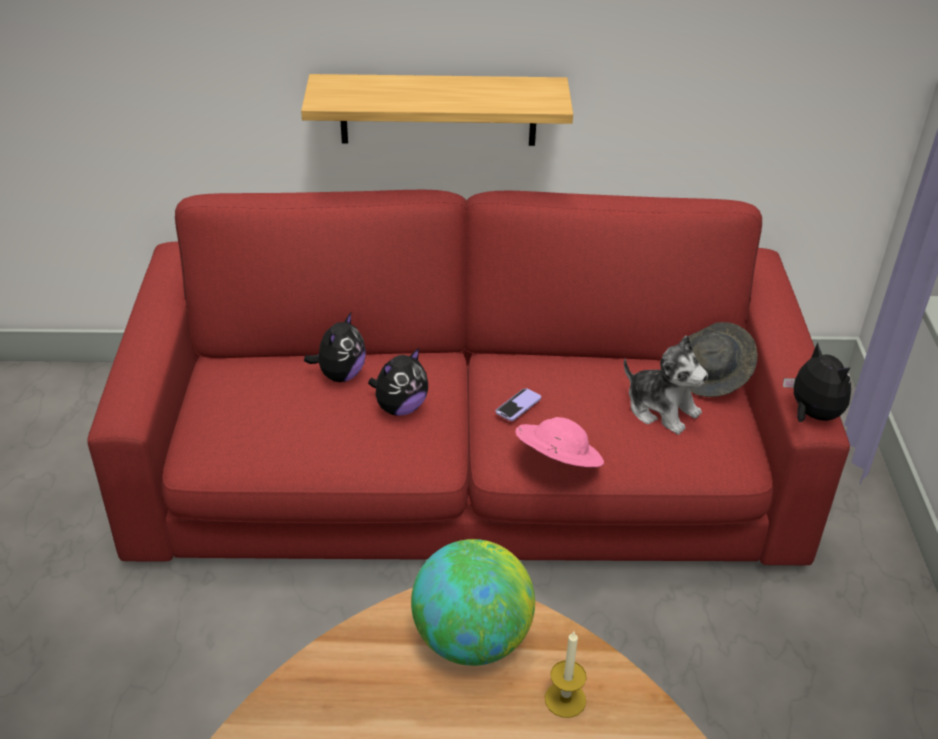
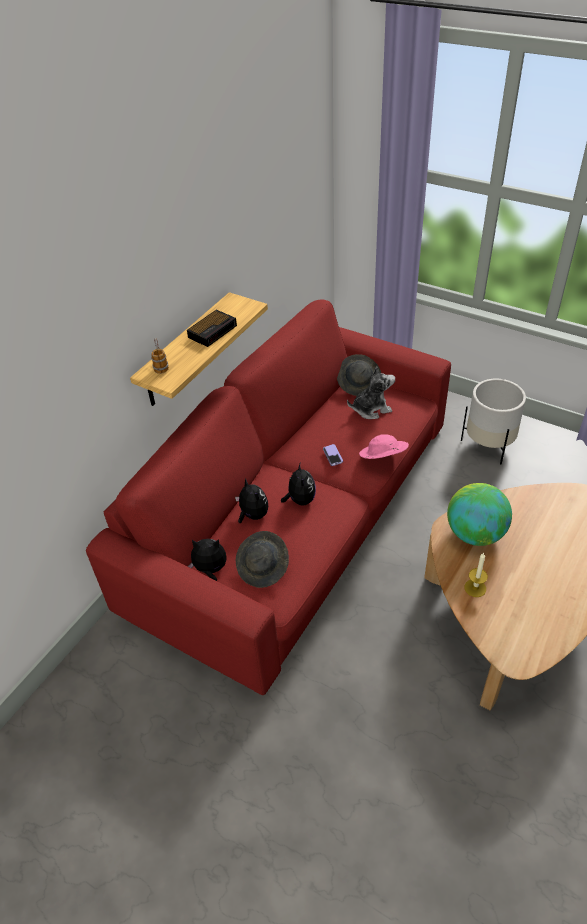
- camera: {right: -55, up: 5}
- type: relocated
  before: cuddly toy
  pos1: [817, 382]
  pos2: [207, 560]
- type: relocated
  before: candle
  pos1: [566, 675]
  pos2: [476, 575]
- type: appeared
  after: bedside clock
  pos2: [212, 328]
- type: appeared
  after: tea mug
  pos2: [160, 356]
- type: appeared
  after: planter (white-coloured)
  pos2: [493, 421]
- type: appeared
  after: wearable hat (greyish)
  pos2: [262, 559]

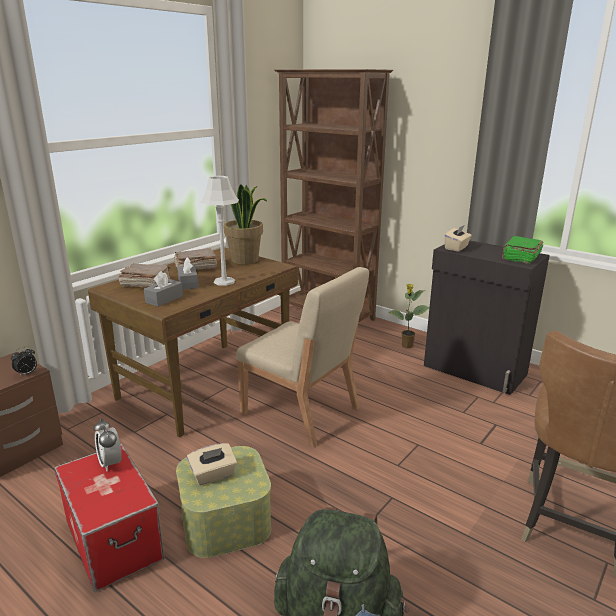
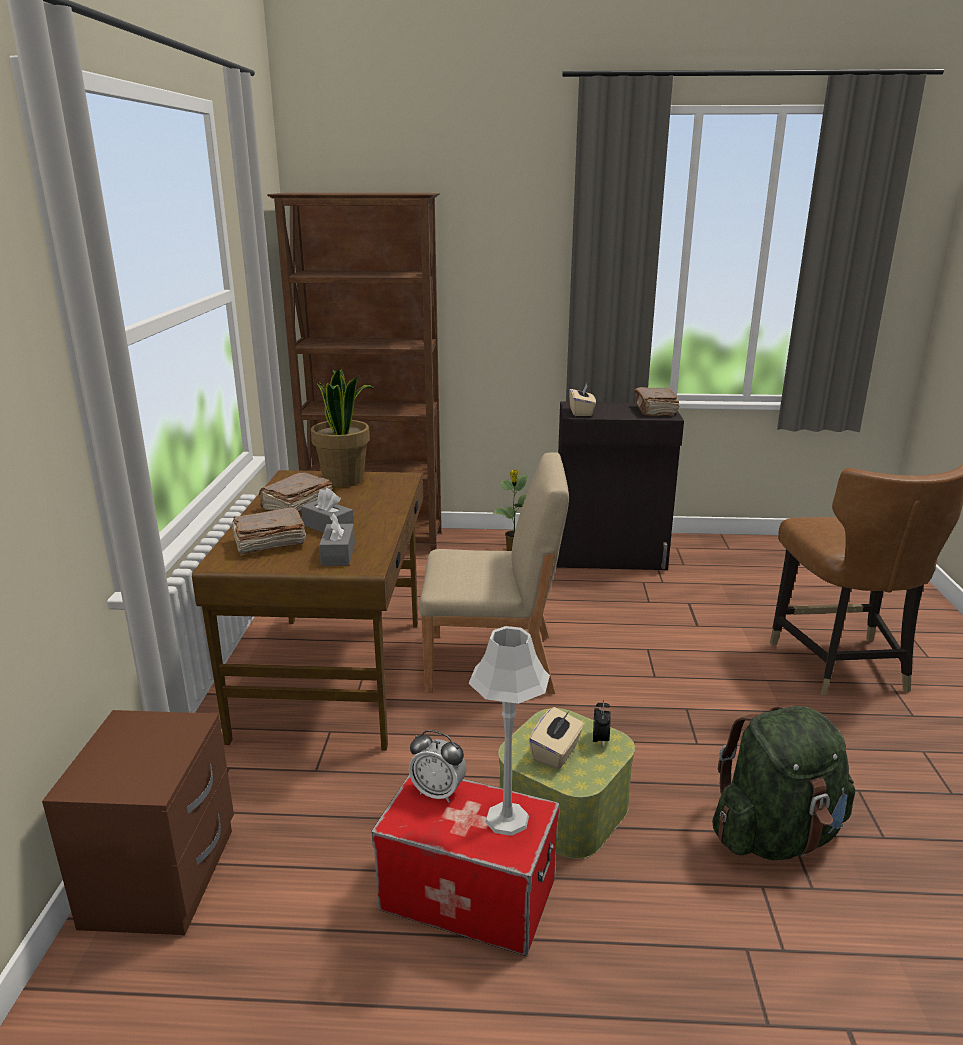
- camera: {right: -35, up: 0}
- type: relocated
  before: table lamp (greyish)
  pos1: [219, 231]
  pos2: [509, 731]
- type: colour
  before: volume (green-coloured)
  after: volume (brownish)
  pos1: [523, 250]
  pos2: [657, 401]
- type: relocated
  before: bedside clock
  pos1: [24, 361]
  pos2: [602, 723]

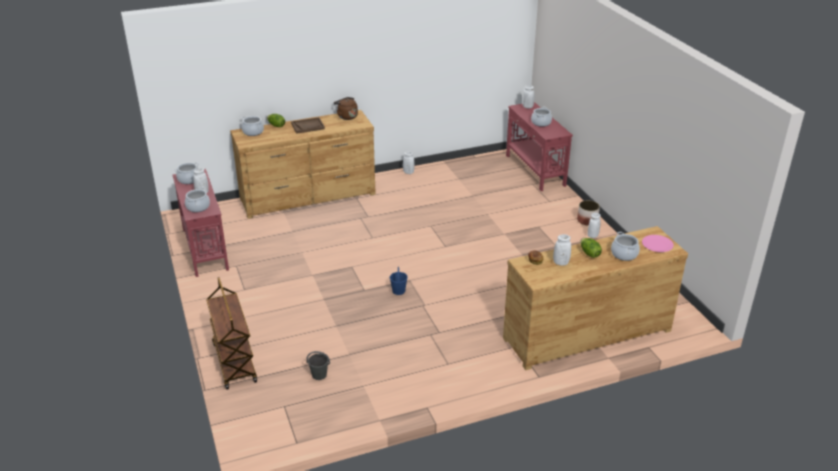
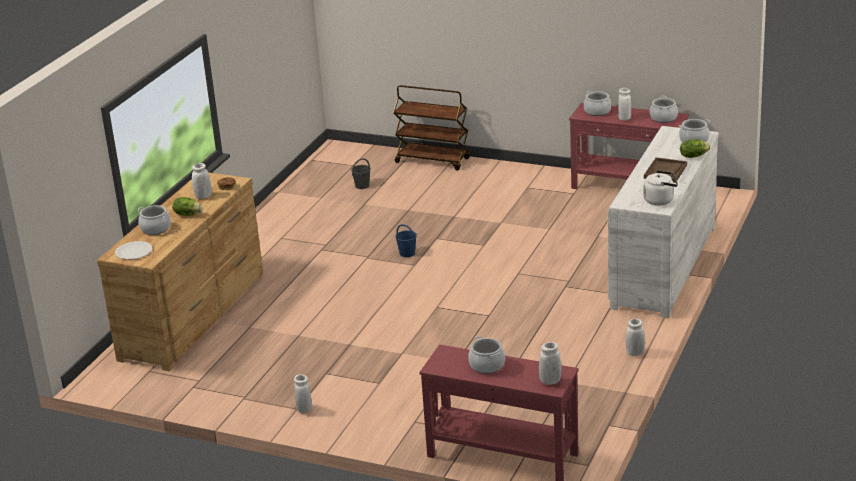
- camera: {right: 135, up: -5}
- type: colour
  before: water kettle (brownish)
  after: water kettle (white-coloured)
  pos1: [346, 108]
  pos2: [661, 187]
- type: colour
  before: dresser (brownish)
  after: dresser (white-coloured)
  pos1: [303, 164]
  pos2: [663, 222]
- type: missing
  before: planter
  pos1: [588, 213]
- type: colour
  before: dinner plate (pinkish)
  after: dinner plate (white-coloured)
  pos1: [657, 243]
  pos2: [133, 250]

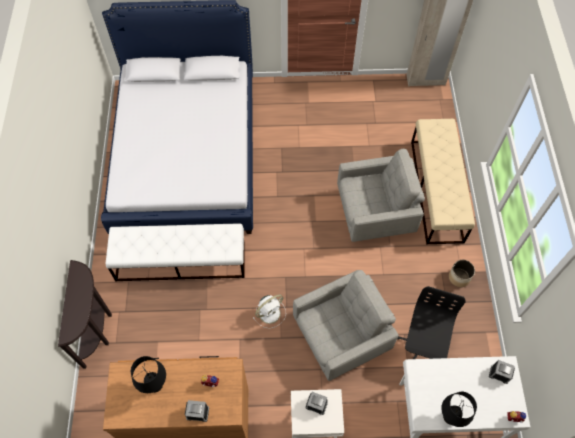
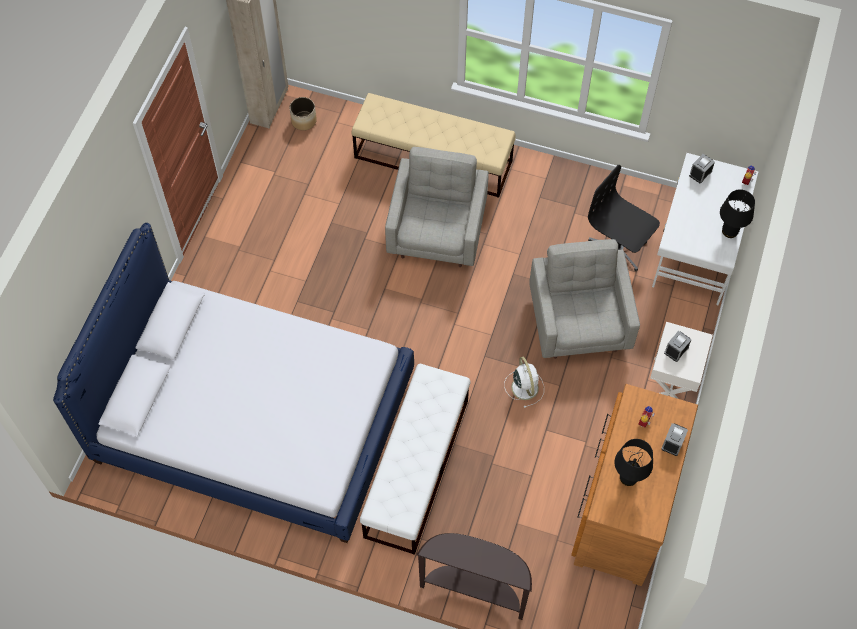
- camera: {right: -70, up: 0}
- type: relocated
  before: planter
  pos1: [462, 273]
  pos2: [303, 114]

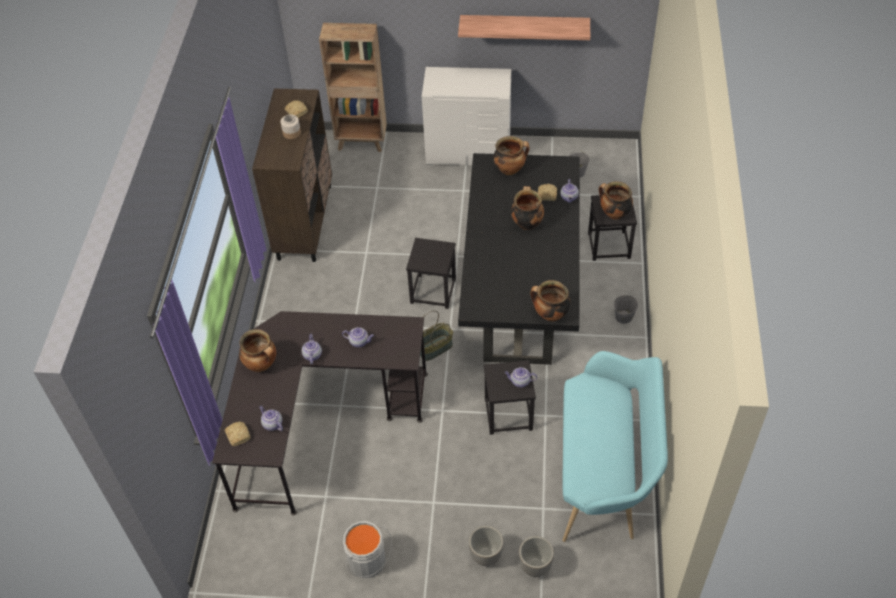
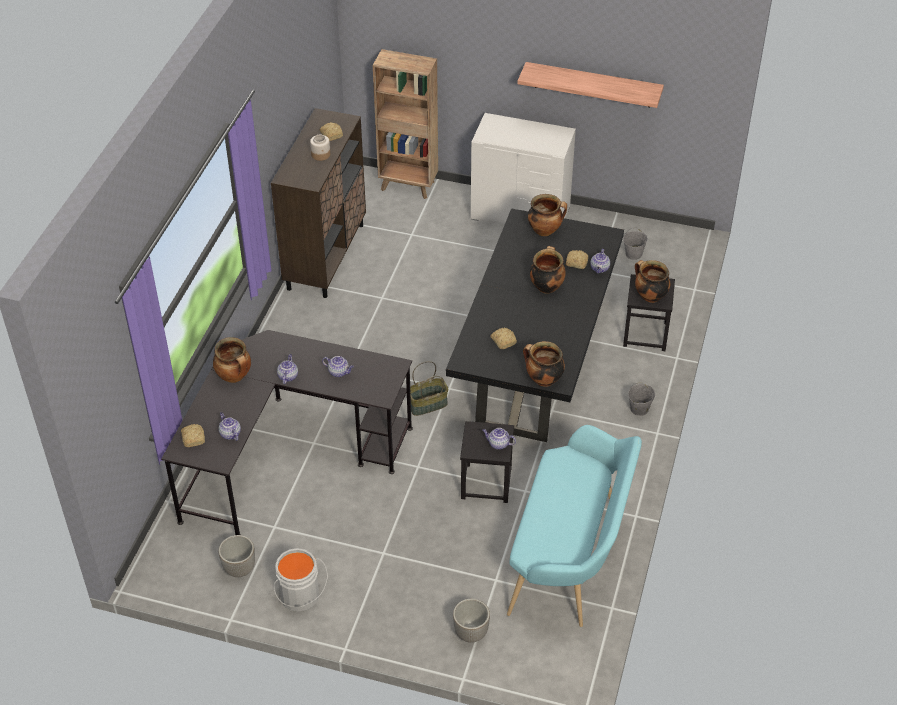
- camera: {right: 10, up: -5}
- type: missing
  before: stool seat (black)
  pos1: [431, 273]
- type: relocated
  before: planter
  pos1: [486, 546]
  pos2: [236, 556]
- type: appeared
  after: baked bread
  pos2: [503, 338]

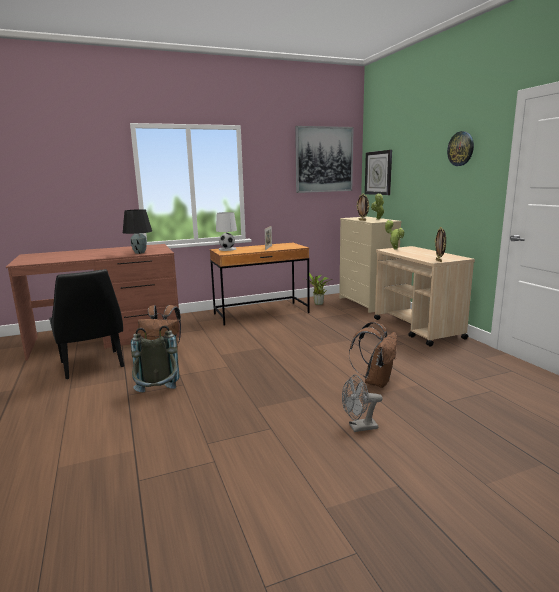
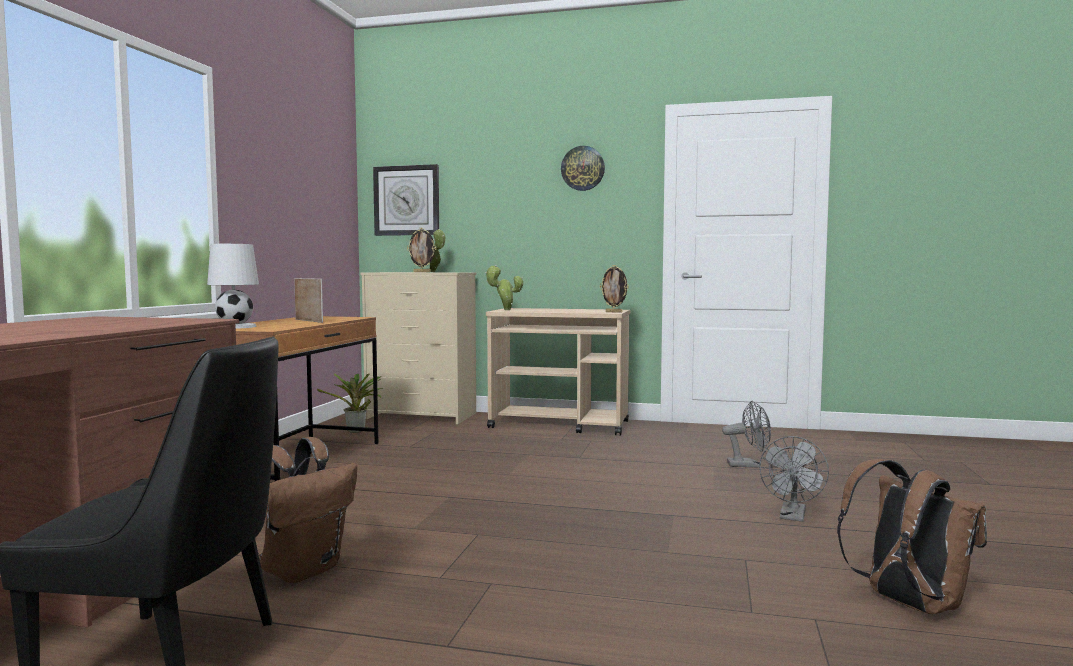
- camera: {right: -55, up: -10}
- type: missing
  before: wall picture
  pos1: [324, 159]
- type: missing
  before: table lamp (black)
  pos1: [137, 231]
- type: relocated
  before: backpack (brownish)
  pos1: [373, 354]
  pos2: [912, 536]
- type: missing
  before: backpack (greyish)
  pos1: [155, 359]
- type: appeared
  after: cooling fan (greyish)
  pos2: [746, 434]

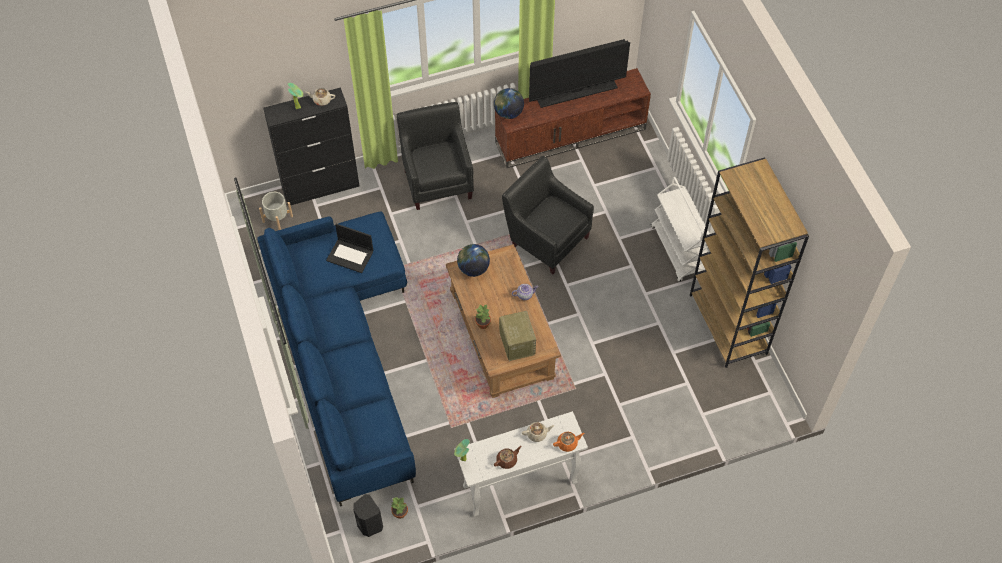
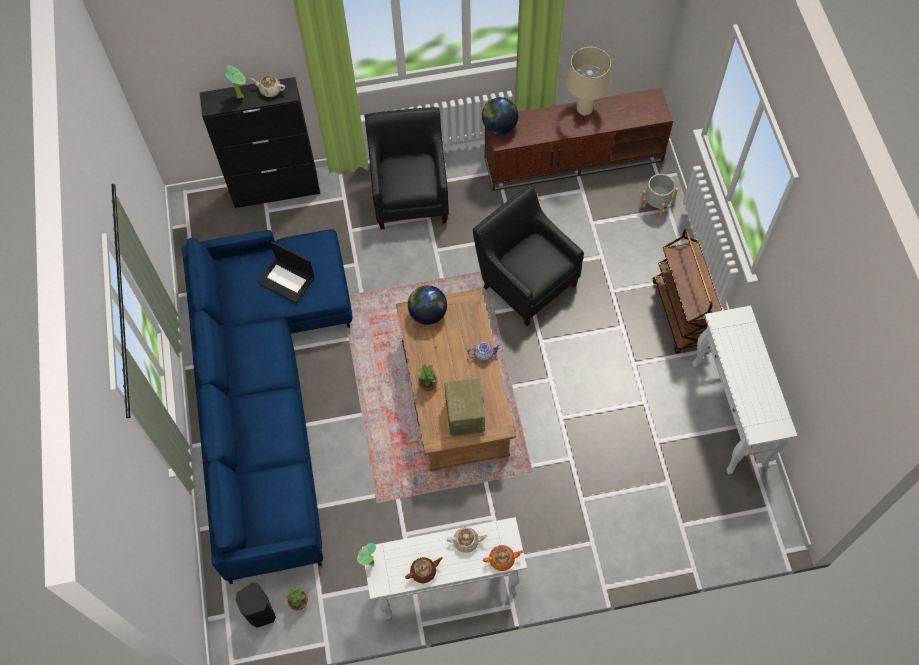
- camera: {right: 10, up: 5}
- type: exchanged
  before: TV
  after: table lamp (beige-coloured)
  pos1: [579, 73]
  pos2: [588, 81]
- type: exchanged
  before: bookcase (brownish)
  after: console table (white-coloured)
  pos1: [749, 262]
  pos2: [744, 390]
- type: colour
  before: trolley (white-coloured)
  after: trolley (brownish)
  pos1: [680, 229]
  pos2: [688, 291]
- type: relocated
  before: planter (greyish)
  pos1: [276, 211]
  pos2: [658, 197]

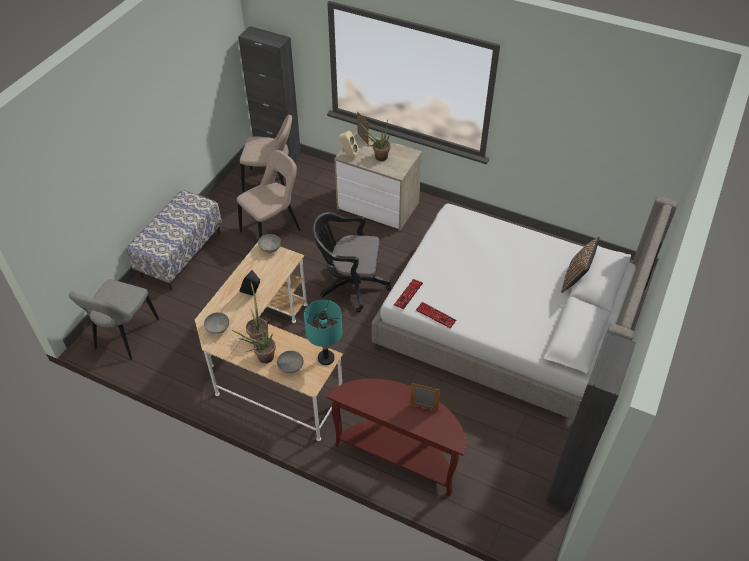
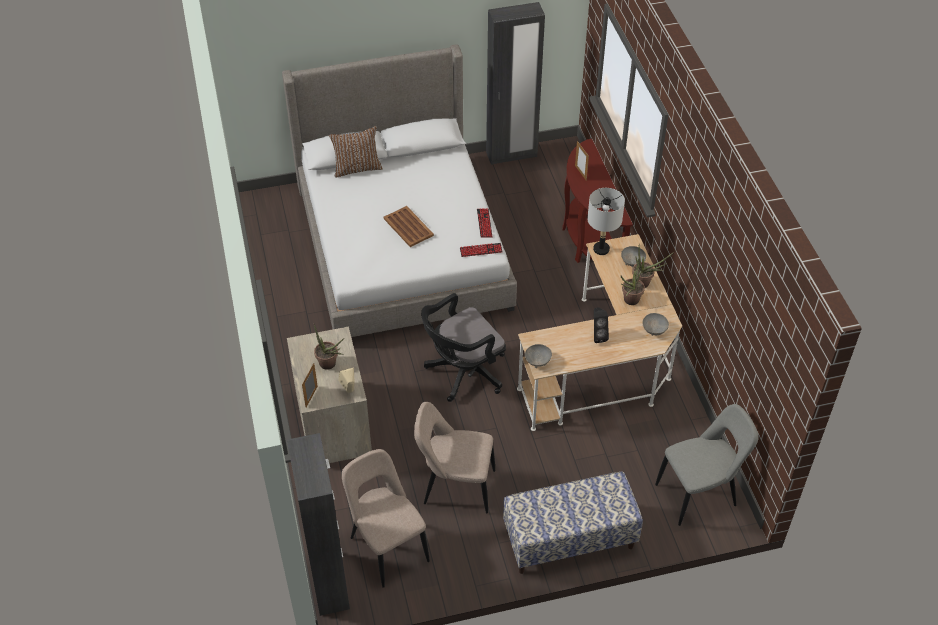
- camera: {right: -130, up: 0}
- type: spun
  before: office chair (black)
  pos1: [351, 261]
  pos2: [463, 347]
  turn: 90
- type: colour
  before: table lamp (blue-green)
  after: table lamp (greyish)
  pos1: [323, 332]
  pos2: [606, 221]
- type: appeared
  after: carrying tray (brownish)
  pos2: [409, 226]

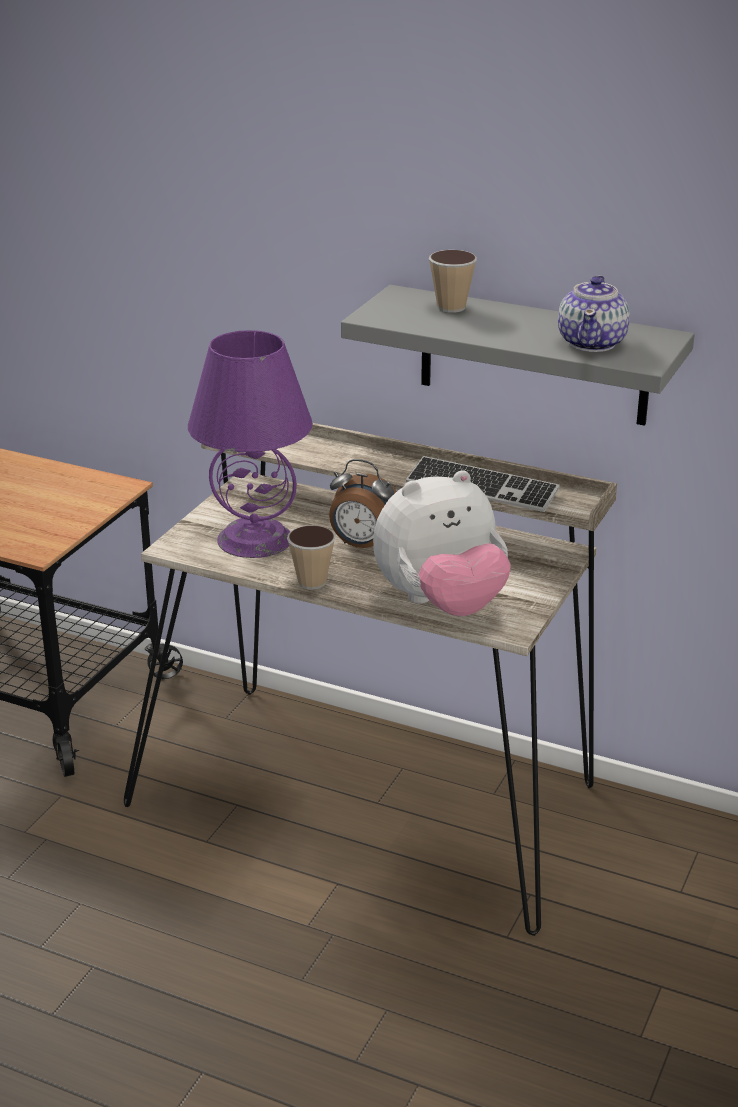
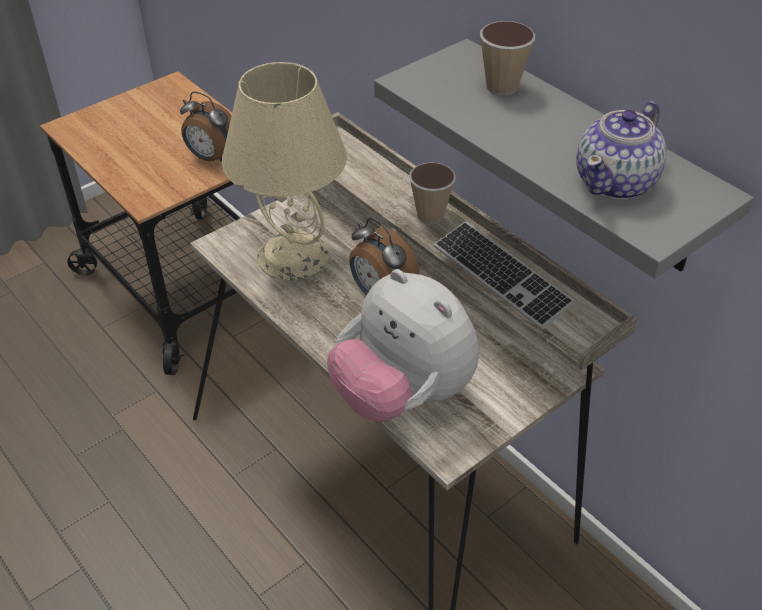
- camera: {right: 25, up: 15}
- type: colour
  before: table lamp (purplish)
  after: table lamp (beige-coloured)
  pos1: [250, 444]
  pos2: [284, 171]
- type: spun
  before: cuddly toy
  pos1: [441, 543]
  pos2: [403, 345]
  turn: 45
- type: relocated
  before: cup
  pos1: [311, 557]
  pos2: [432, 193]
- type: appeared
  after: bedside clock
  pos2: [206, 126]

